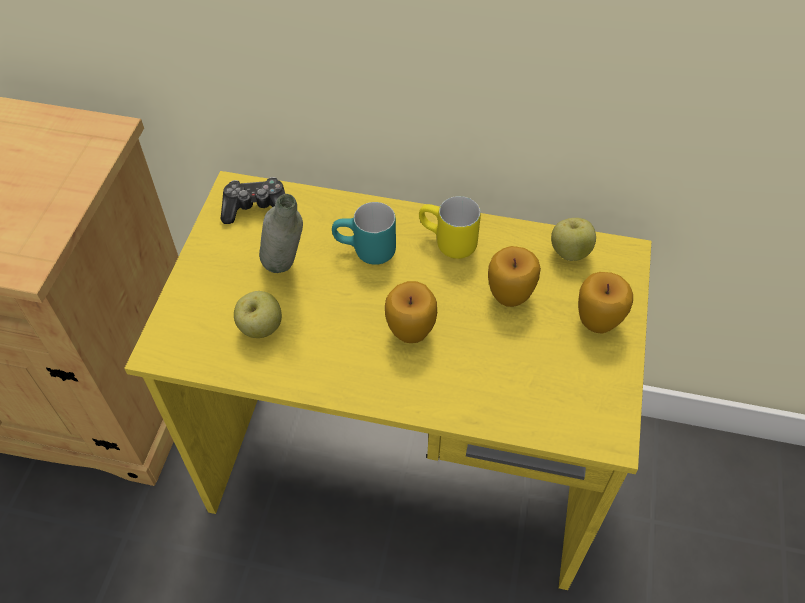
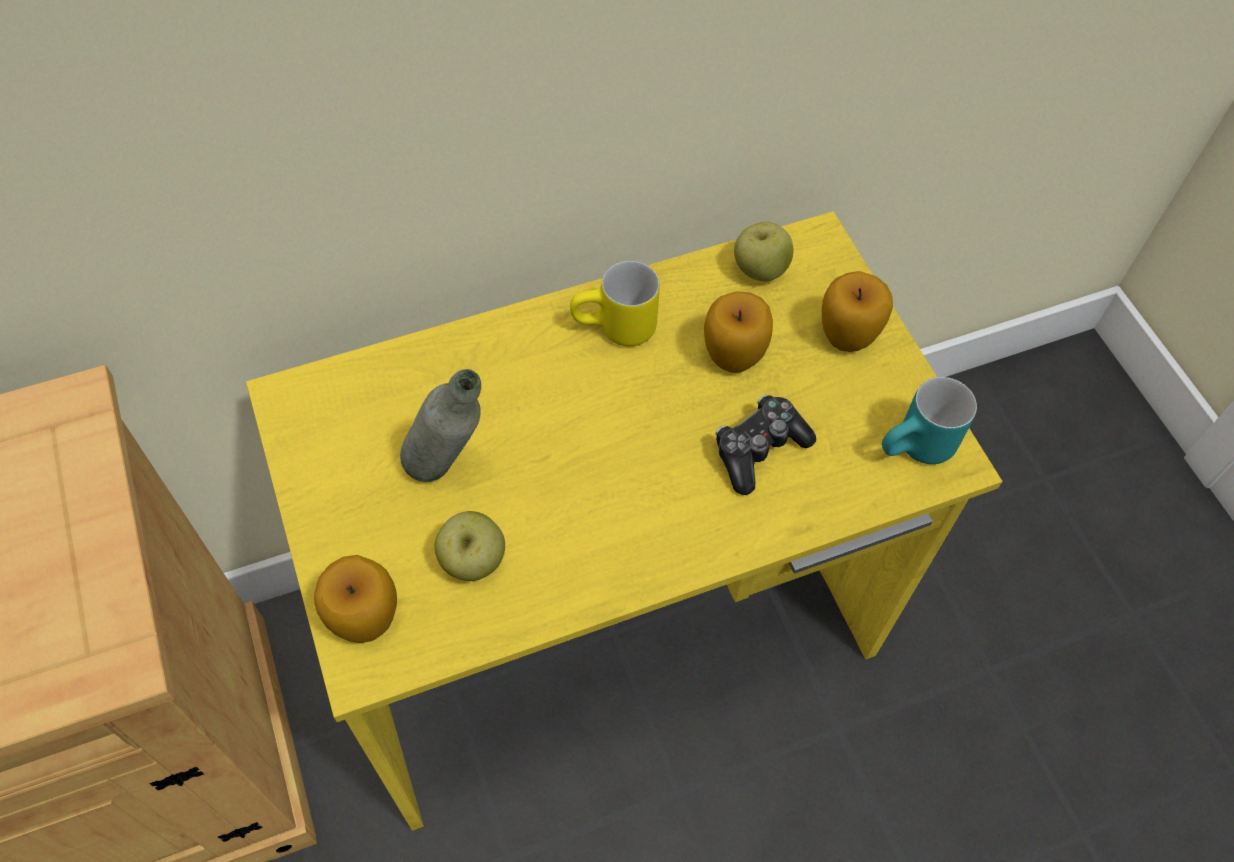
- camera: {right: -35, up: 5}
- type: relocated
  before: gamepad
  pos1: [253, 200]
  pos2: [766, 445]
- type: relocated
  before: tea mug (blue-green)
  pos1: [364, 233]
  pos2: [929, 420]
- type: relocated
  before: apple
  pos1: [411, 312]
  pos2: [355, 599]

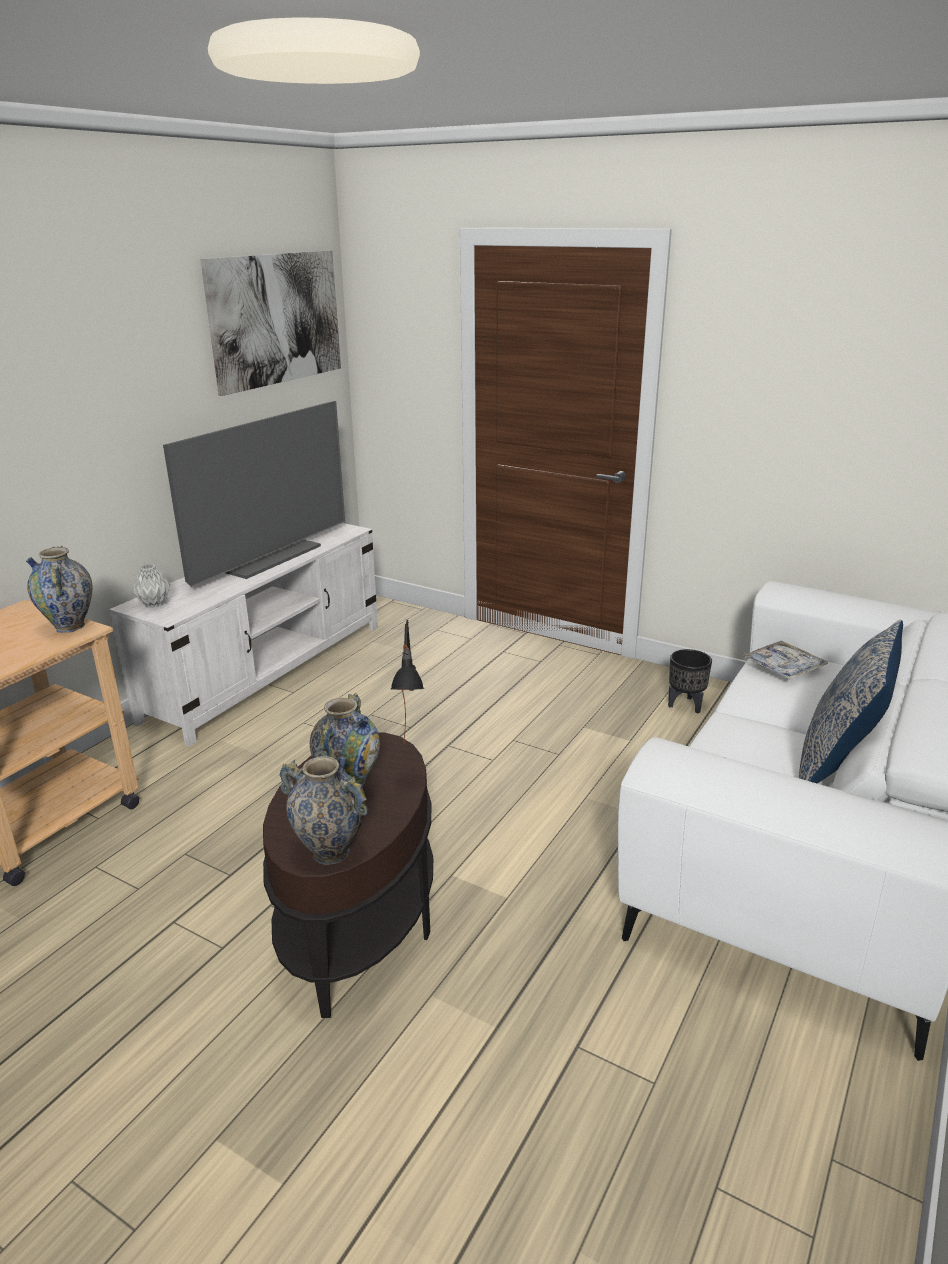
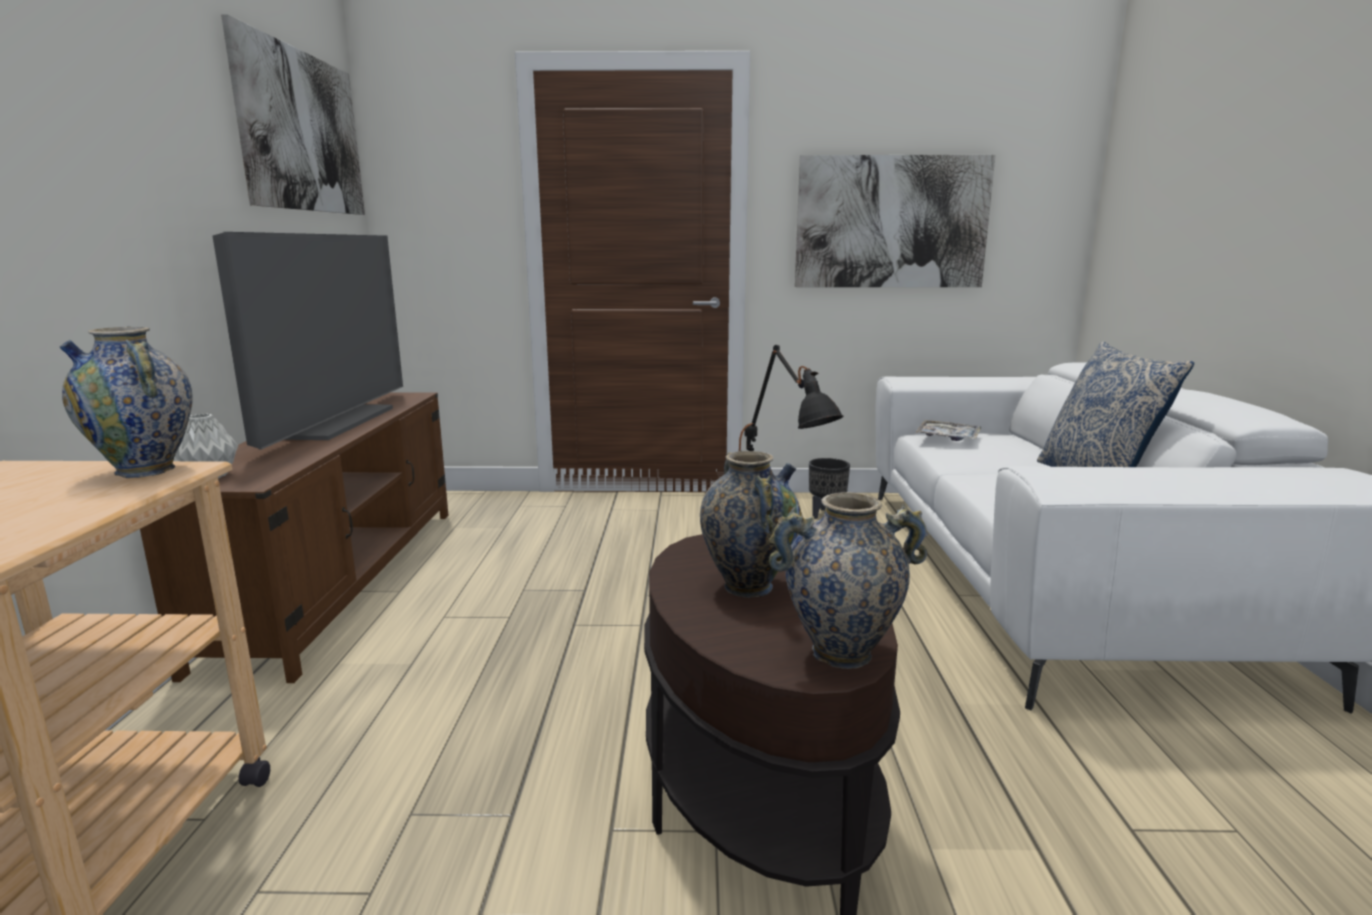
- camera: {right: -30, up: -10}
- type: colour
  before: tv unit (white-coloured)
  after: tv unit (brownish)
  pos1: [243, 635]
  pos2: [294, 537]
- type: appeared
  after: wall picture
  pos2: [895, 221]

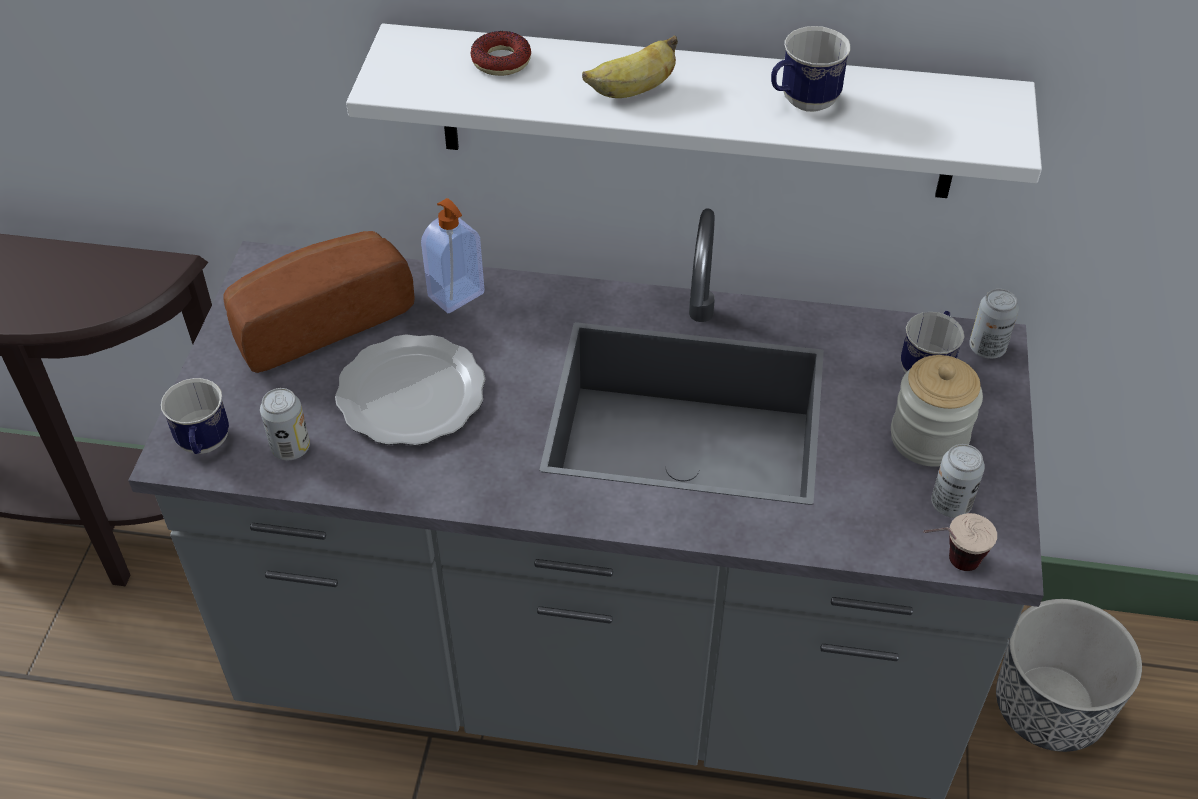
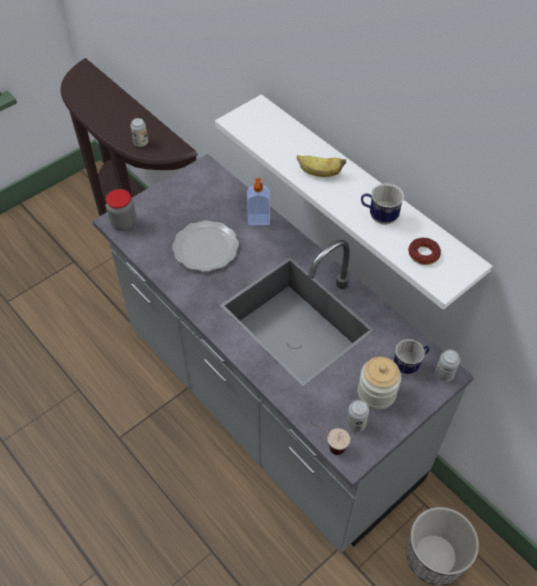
- camera: {right: 40, up: 5}
- type: relocated
  before: donut
  pos1: [501, 53]
  pos2: [424, 251]
- type: missing
  before: baked bread
  pos1: [319, 302]
- type: exchanged
  before: tea mug
  after: storage jar
  pos1: [195, 416]
  pos2: [121, 210]
- type: relocated
  before: sealed can
  pos1: [285, 424]
  pos2: [139, 132]

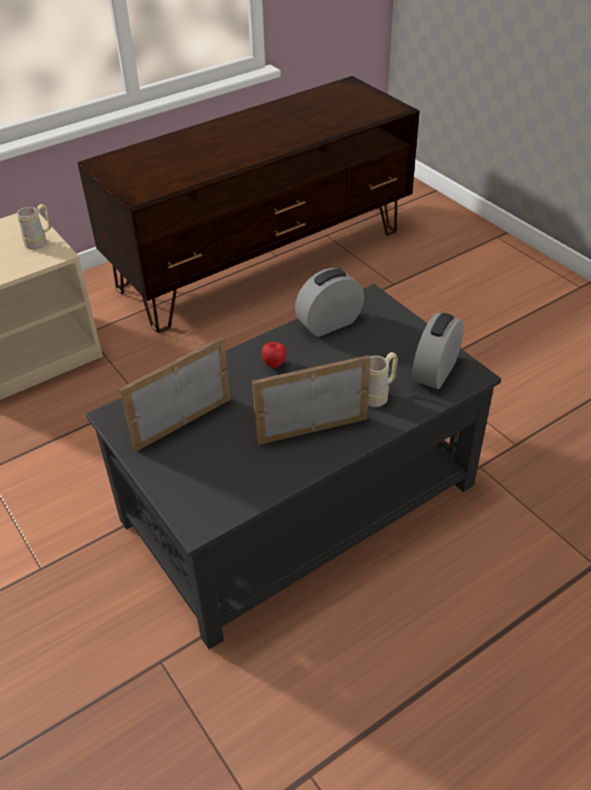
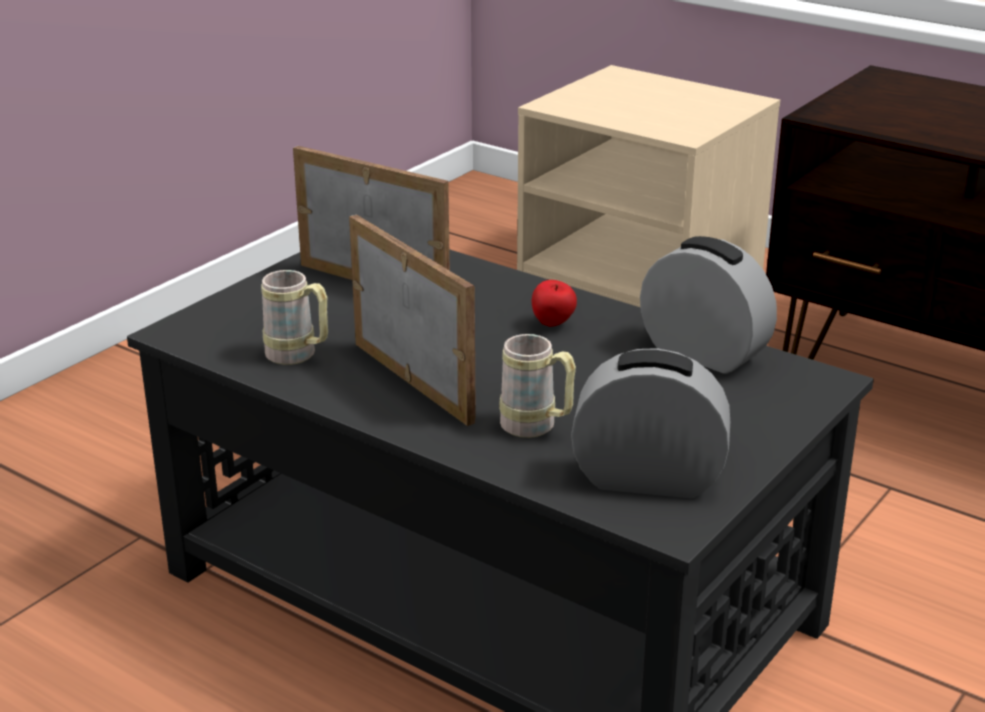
- camera: {right: 70, up: -15}
- type: relocated
  before: tea mug (beige-coloured)
  pos1: [34, 227]
  pos2: [294, 317]

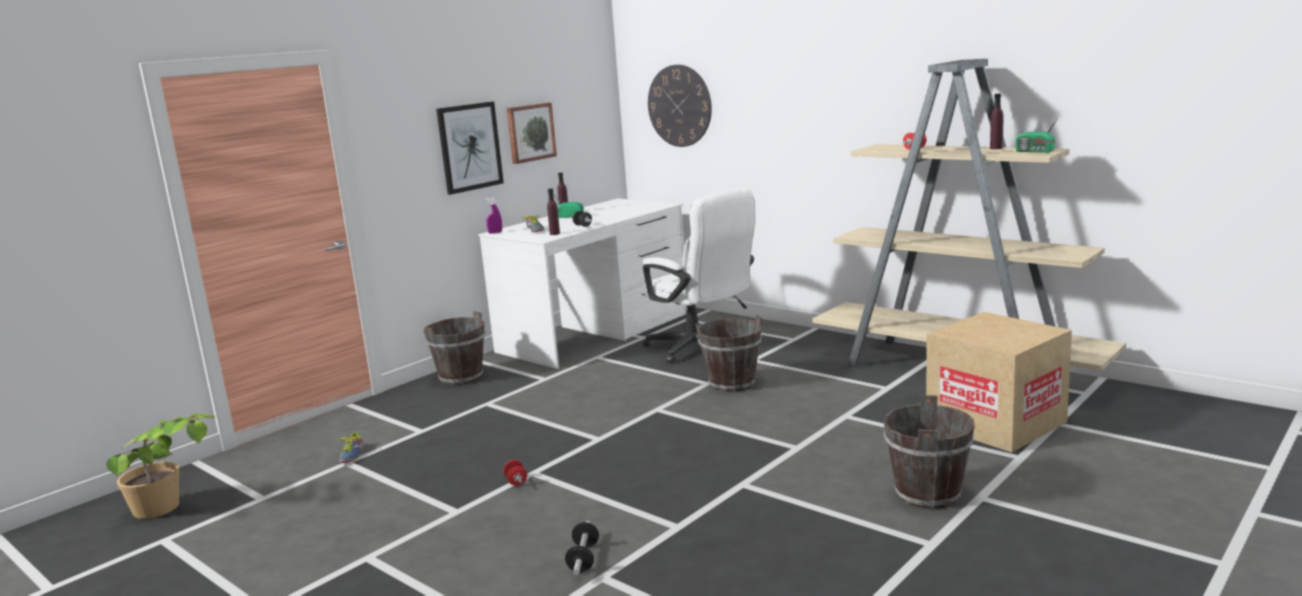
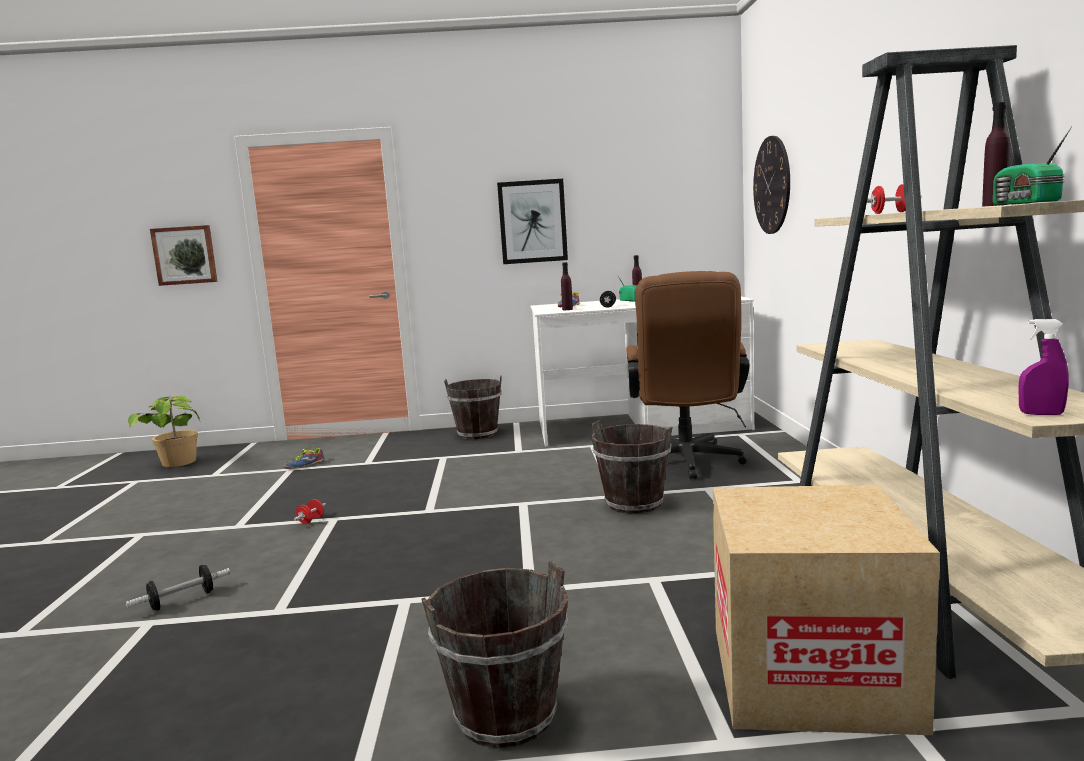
- camera: {right: 45, up: -5}
- type: relocated
  before: wall picture
  pos1: [532, 133]
  pos2: [184, 255]
- type: colour
  before: office chair (white-coloured)
  after: office chair (brownish)
  pos1: [699, 275]
  pos2: [687, 375]
- type: relocated
  before: sprayer (purplish)
  pos1: [493, 215]
  pos2: [1044, 367]

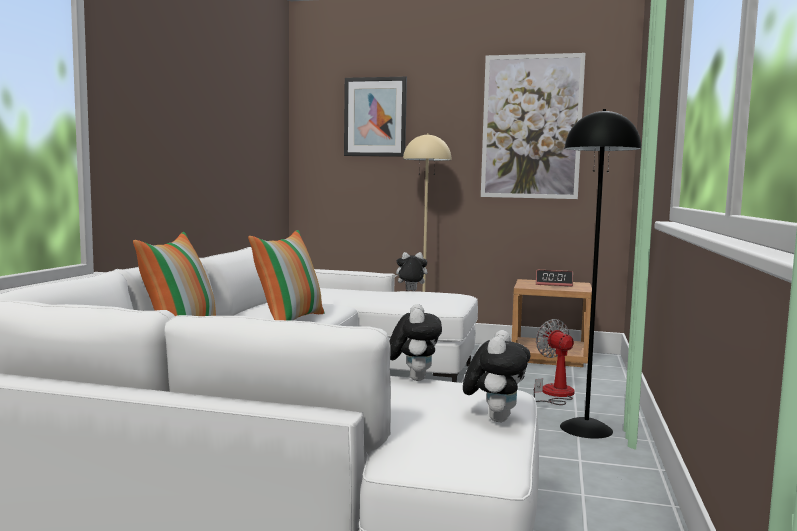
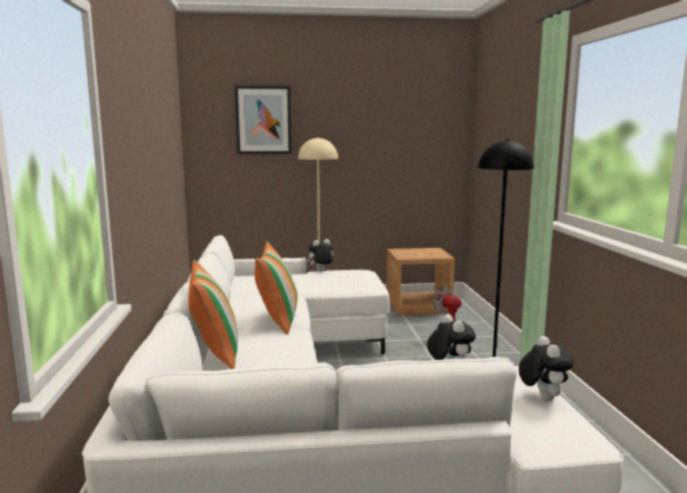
- camera: {right: -20, up: 5}
- type: missing
  before: wall picture
  pos1: [533, 126]
- type: missing
  before: bedside clock
  pos1: [554, 278]

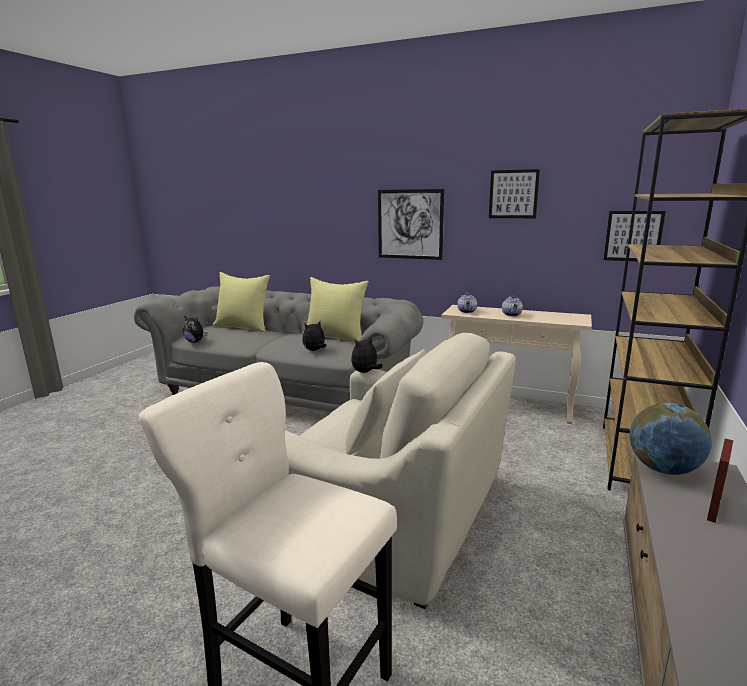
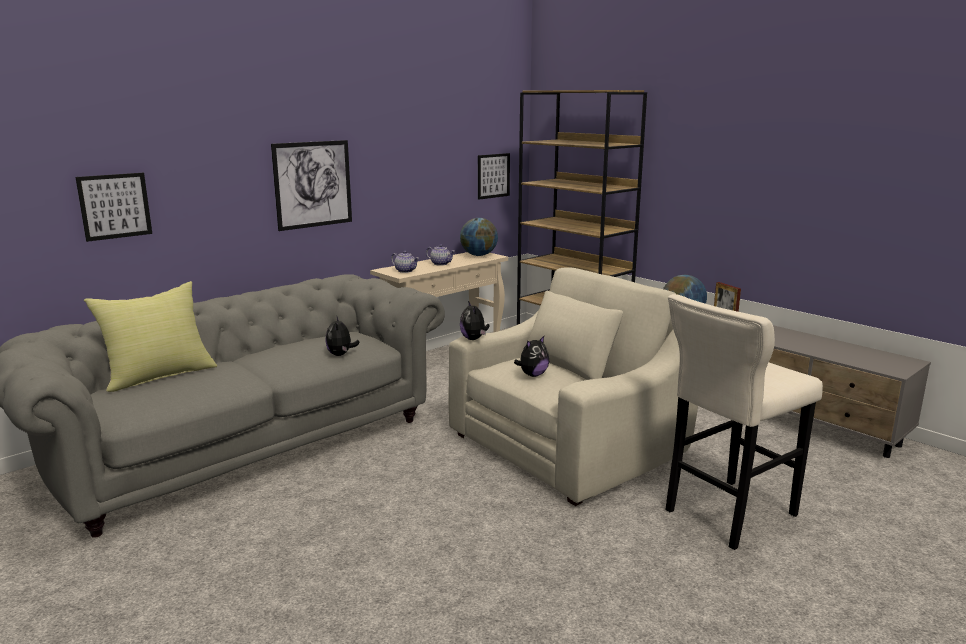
- camera: {right: -65, up: 0}
- type: relocated
  before: wall picture
  pos1: [514, 193]
  pos2: [114, 207]
- type: missing
  before: throw pillow (yellowish)
  pos1: [335, 309]
- type: relocated
  before: cuddly toy
  pos1: [195, 329]
  pos2: [531, 356]
- type: appeared
  after: globe
  pos2: [479, 237]

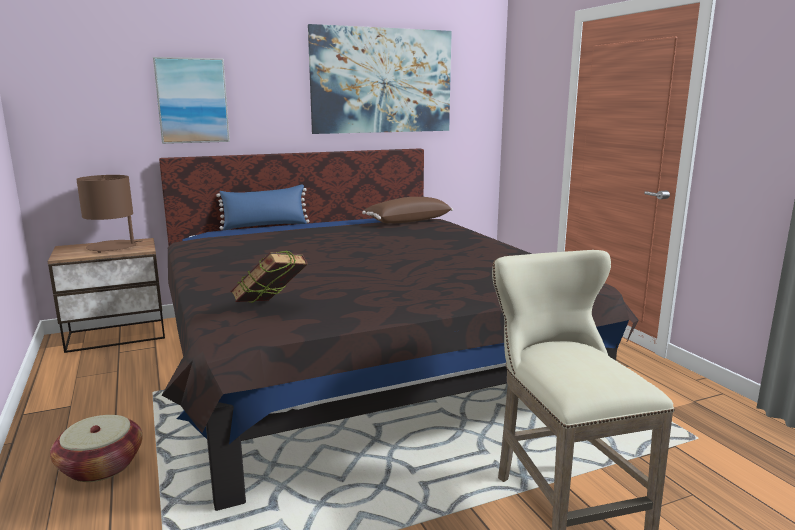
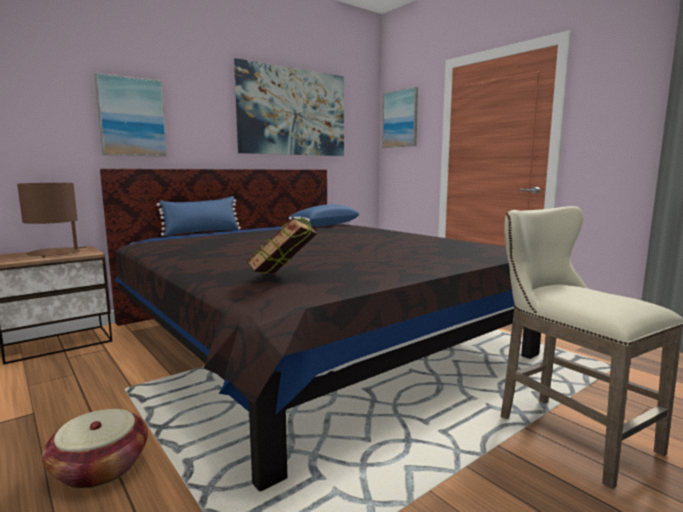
- camera: {right: -15, up: -5}
- type: colour
  before: throw pillow (brownish)
  after: throw pillow (bluish)
  pos1: [407, 210]
  pos2: [324, 215]
- type: appeared
  after: wall picture
  pos2: [400, 117]

